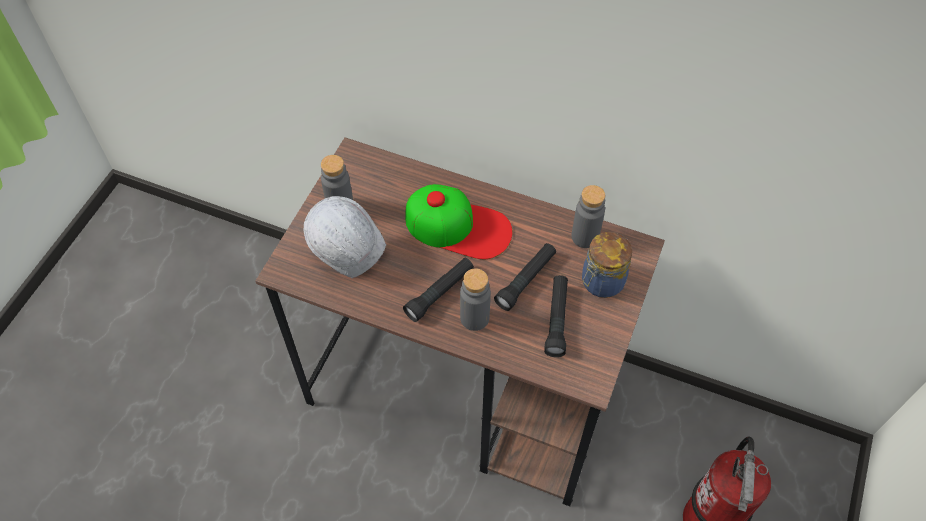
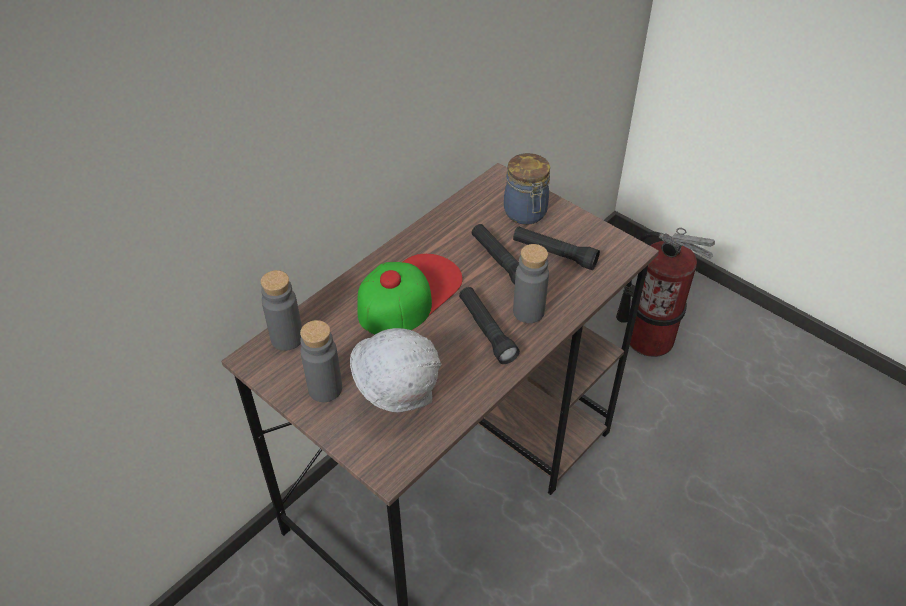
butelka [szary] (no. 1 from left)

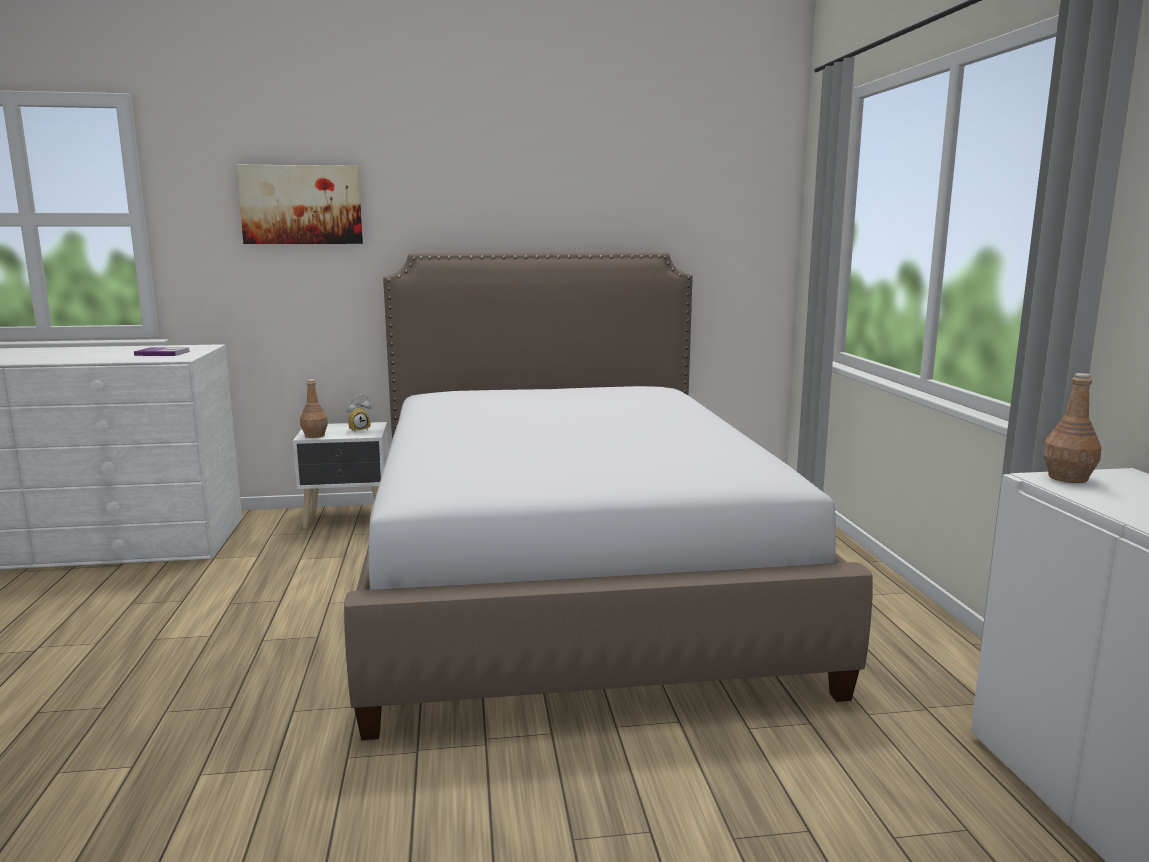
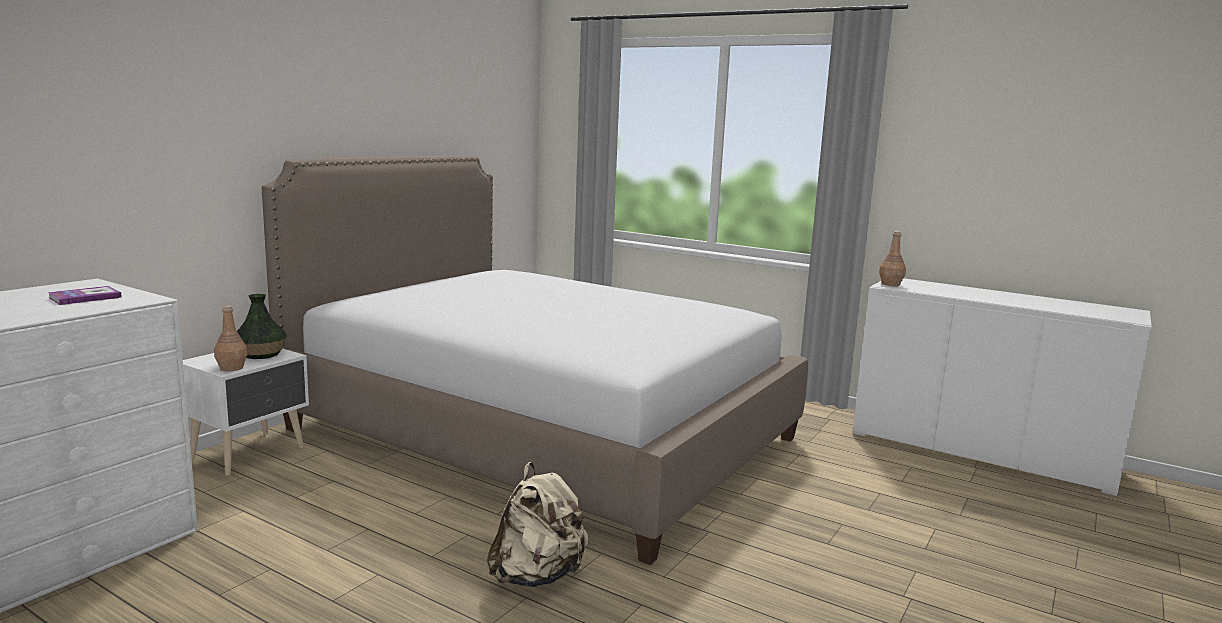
obraz
wazon
plecak [beżowy]

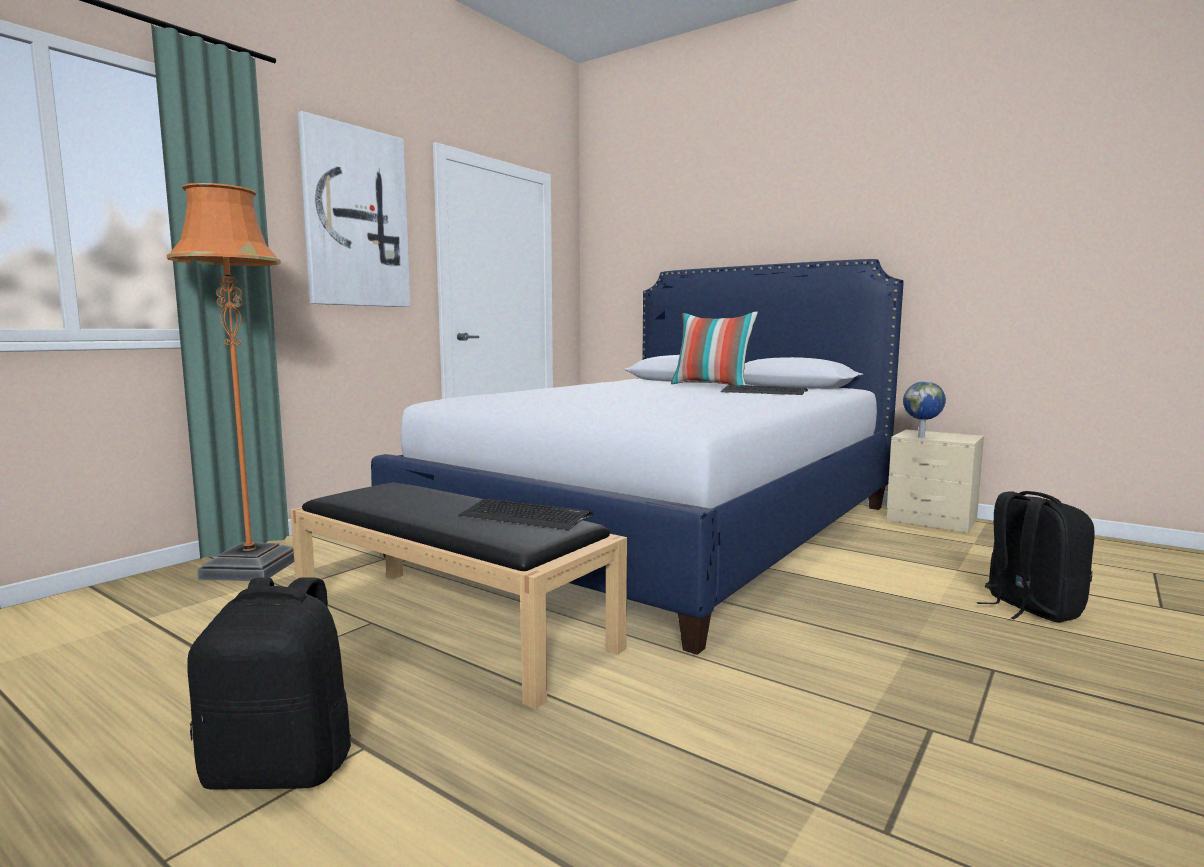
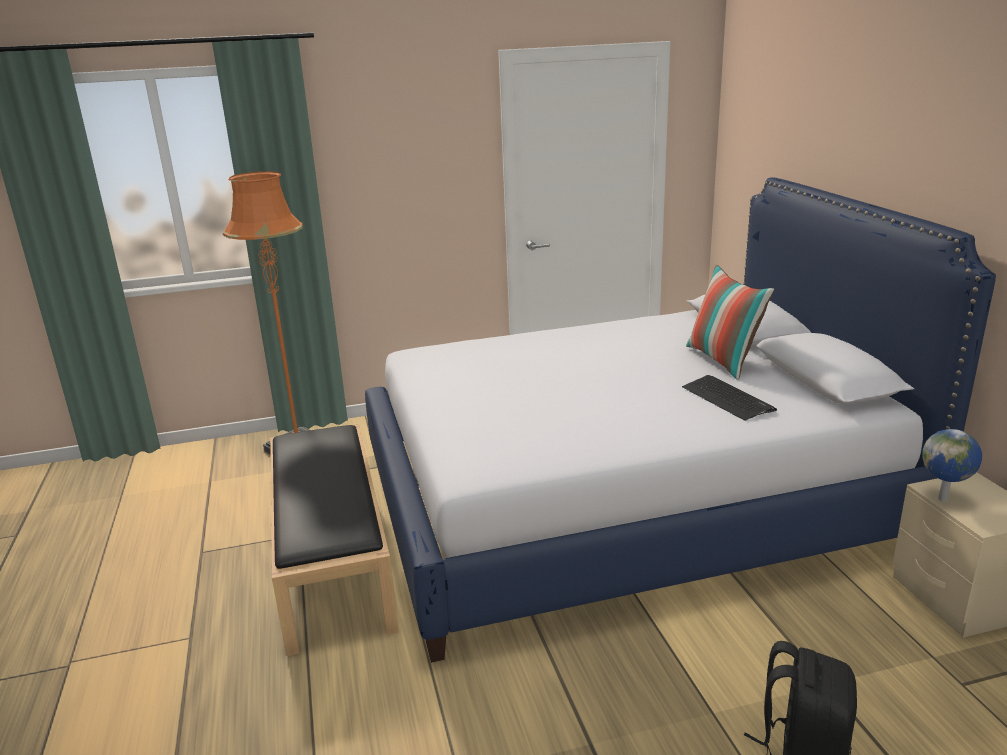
plecak [czarny] (no. 1 from left in the first image)
obraz
klawiatura (no. 1 from left in the first image)

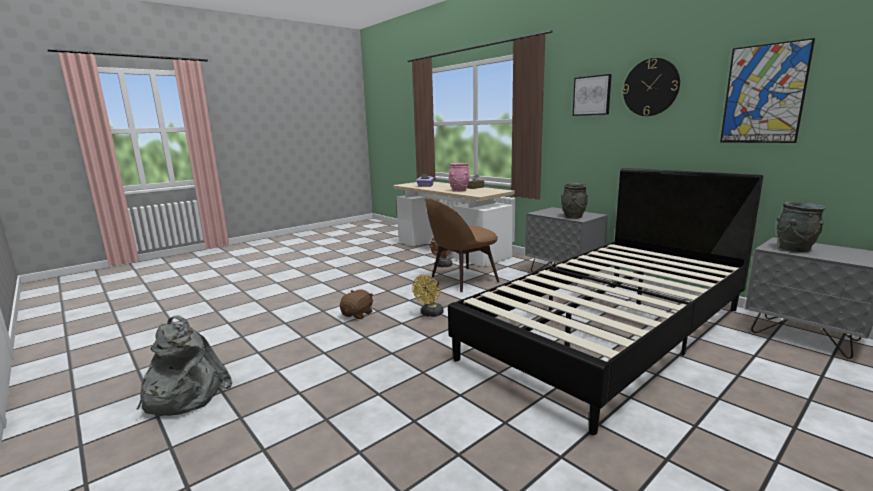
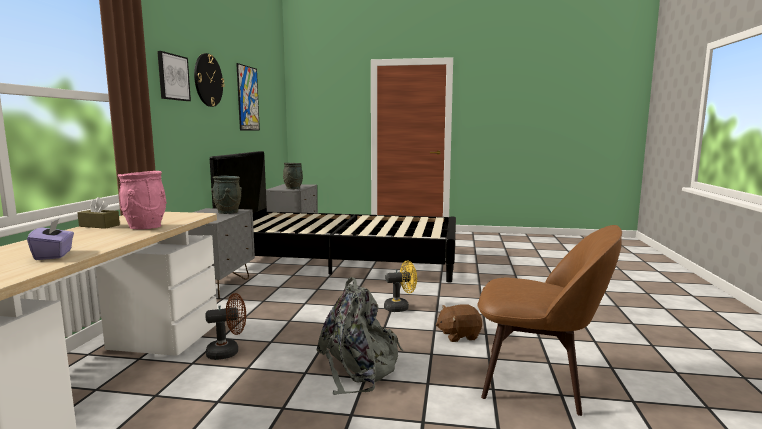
plecak [szary]
krzesło [brązowy]

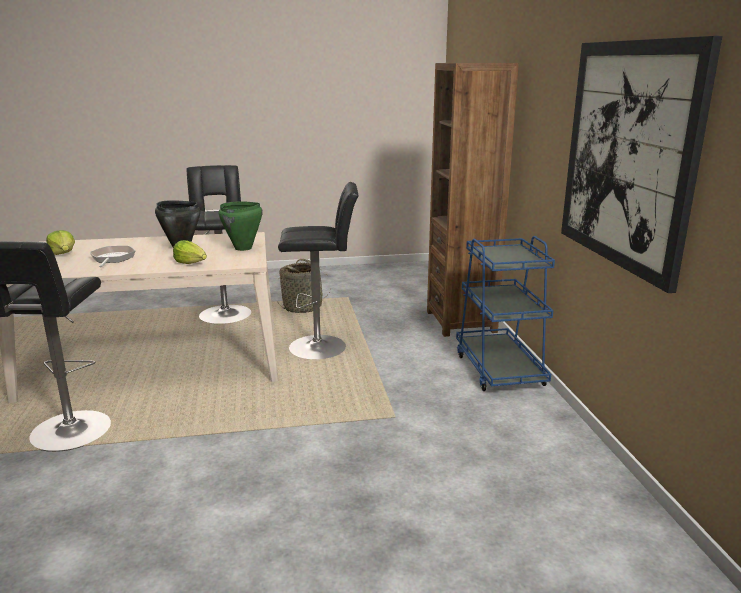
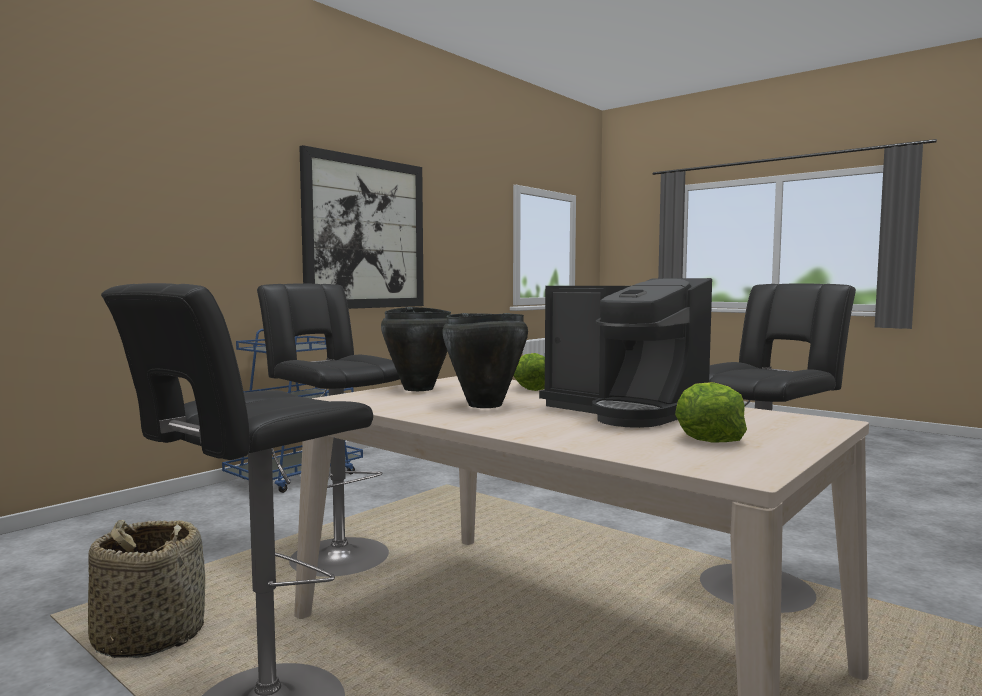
ekspres do kawy
garnek [czarny] (no. 1 from left)
regał [brązowy]

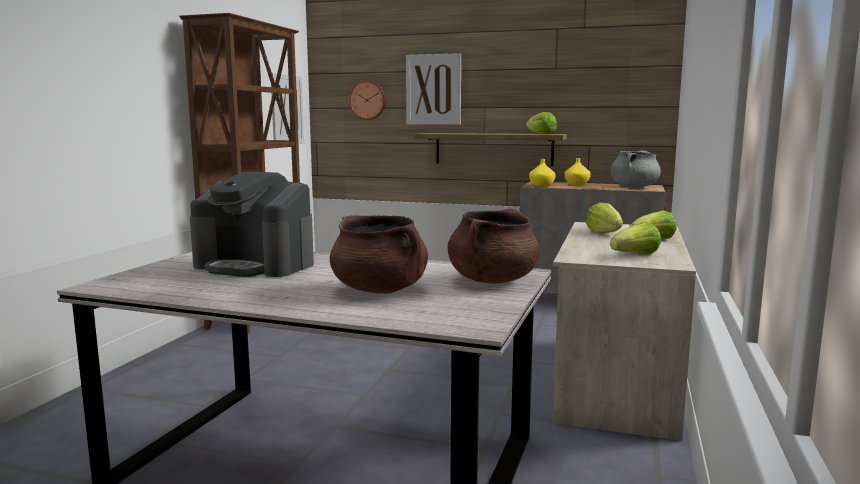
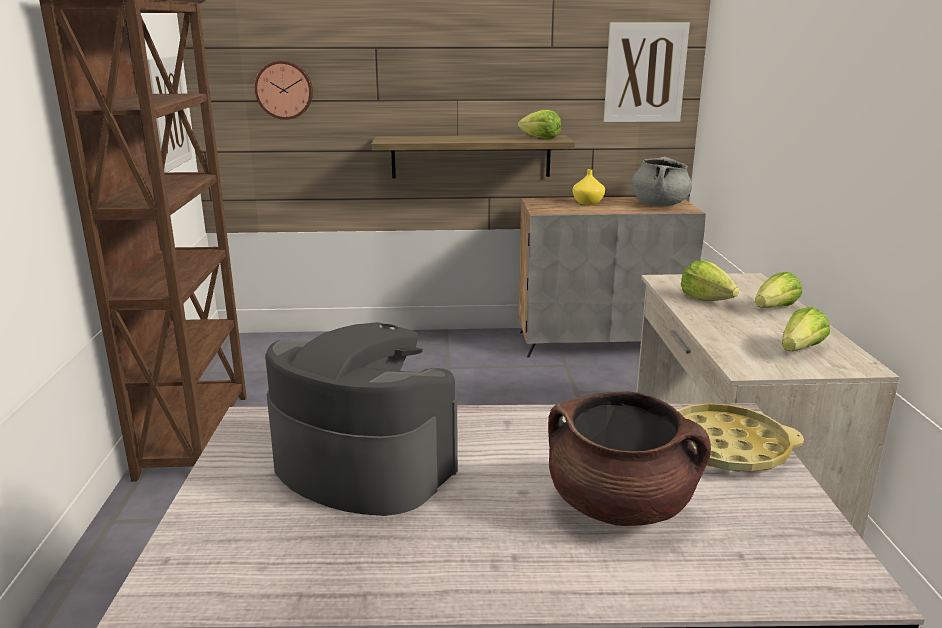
ekspres do kawy
obraz (no. 2 from left)
taca [żółty]
wazon [żółty] (no. 1 from left in the first image)

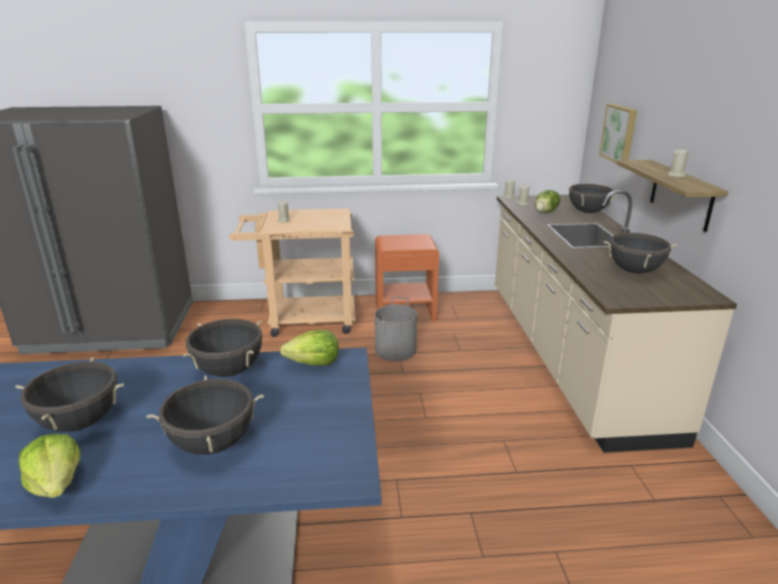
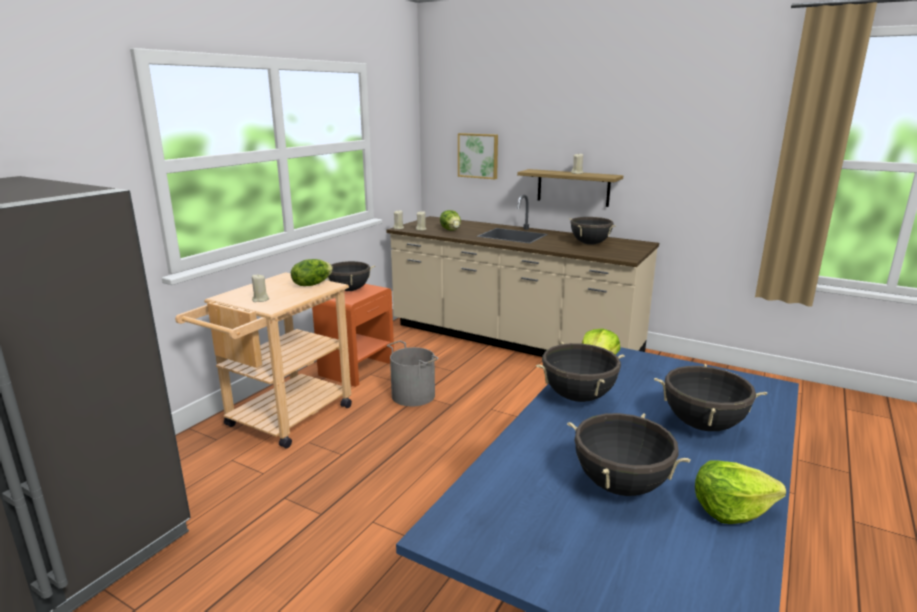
garnek [czarny] (no. 1 from left)
sałata (no. 1 from left)

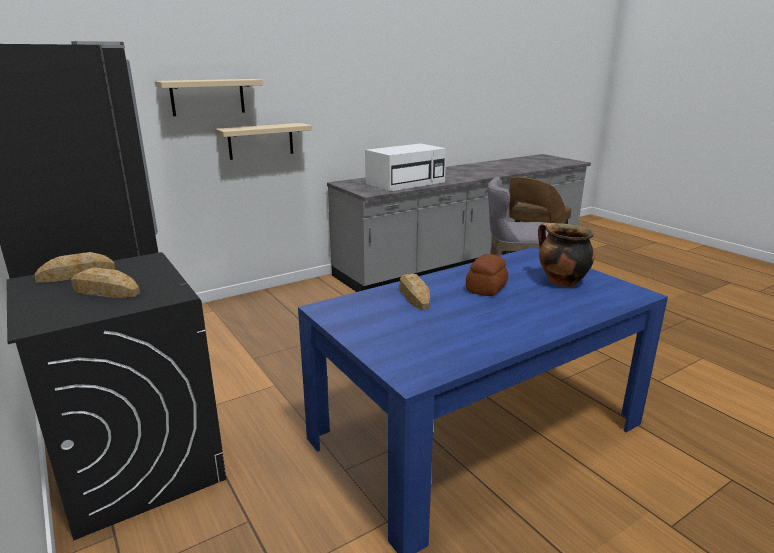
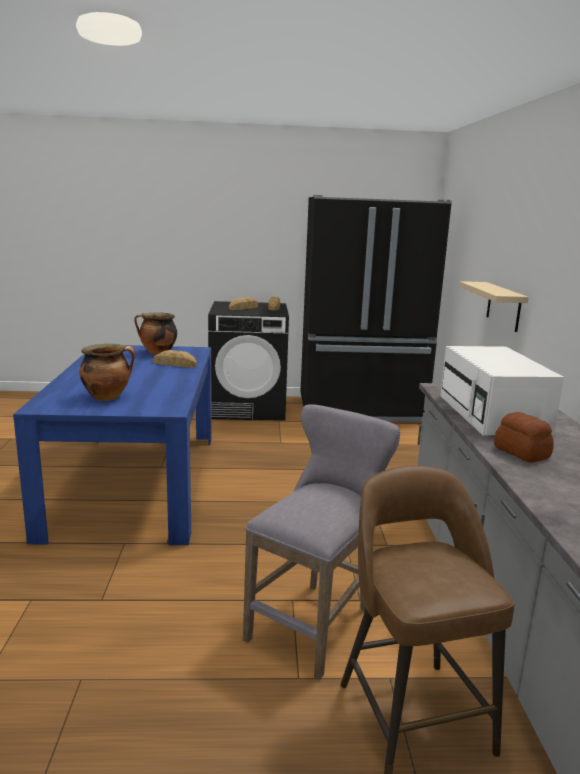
półka [beżowy] (no. 1 from left in the first image)
chleb (no. 4 from left)
garnek (no. 2 from left)

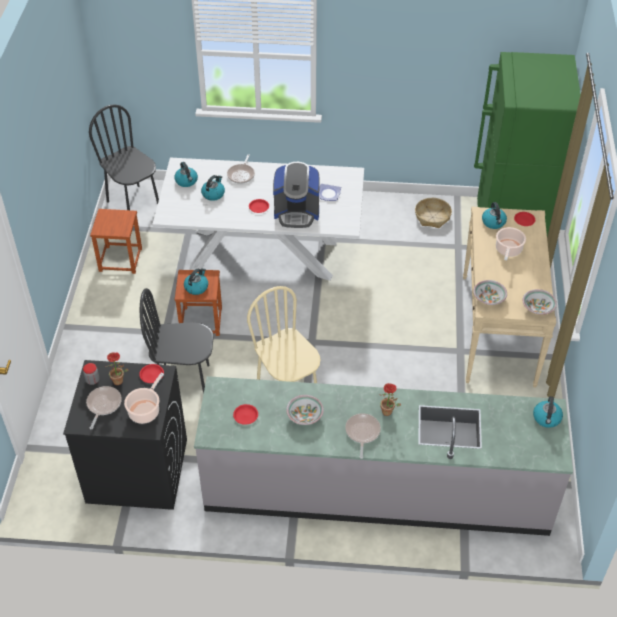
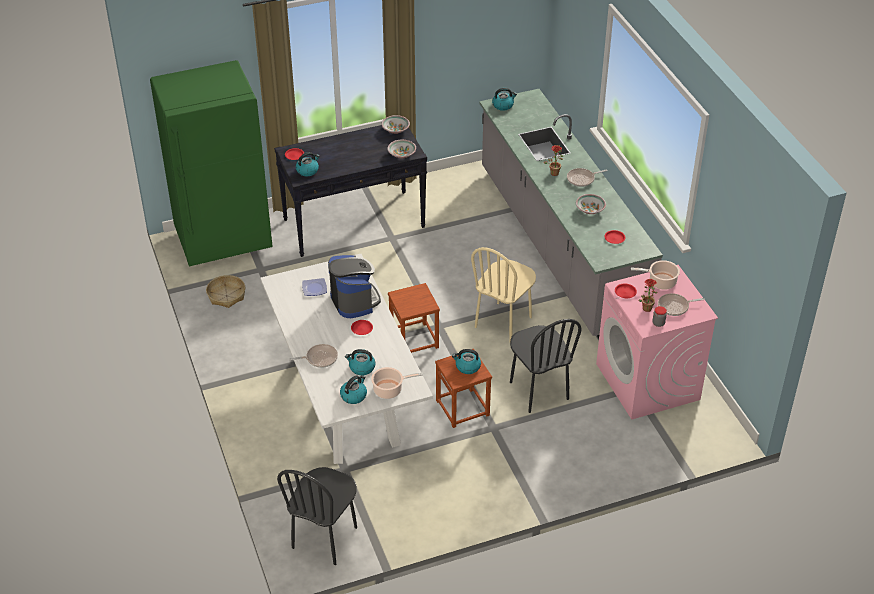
pralka [różowy]
stołek [brązowy] (no. 1 from left)
stolik konsolowy [czarny]
garnek (no. 1 from left)

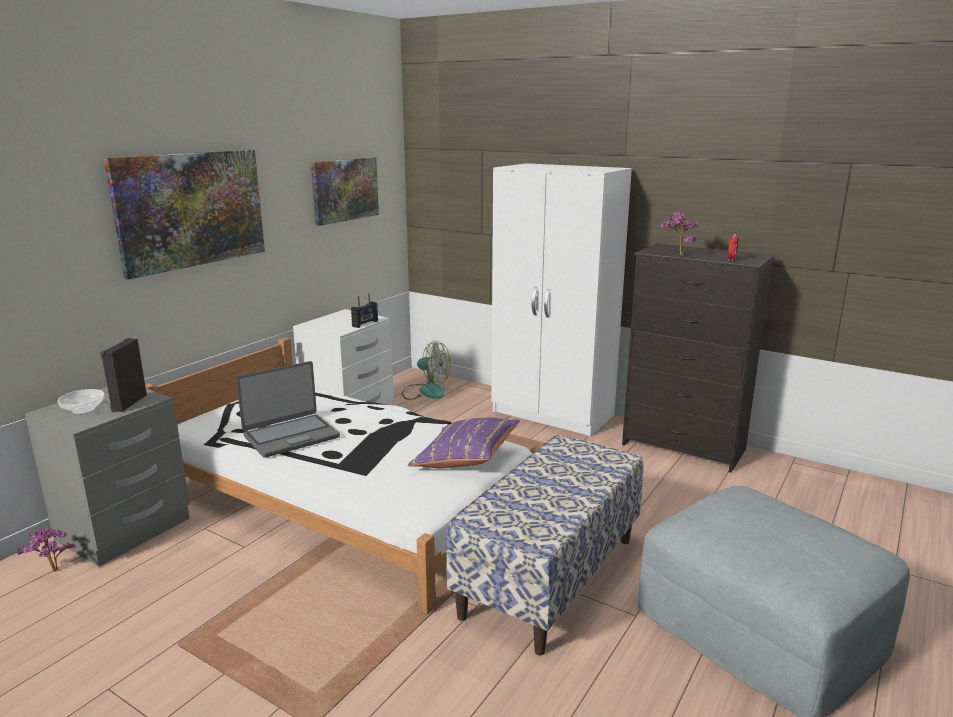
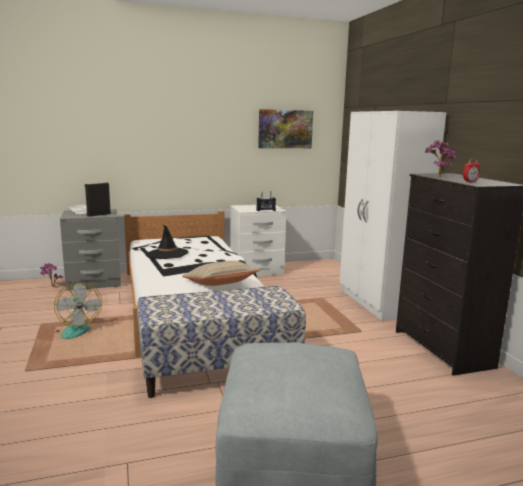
obraz (no. 1 from left in the first image)
kapelusz [czarny]
wentylator
poduszka [beżowy]

